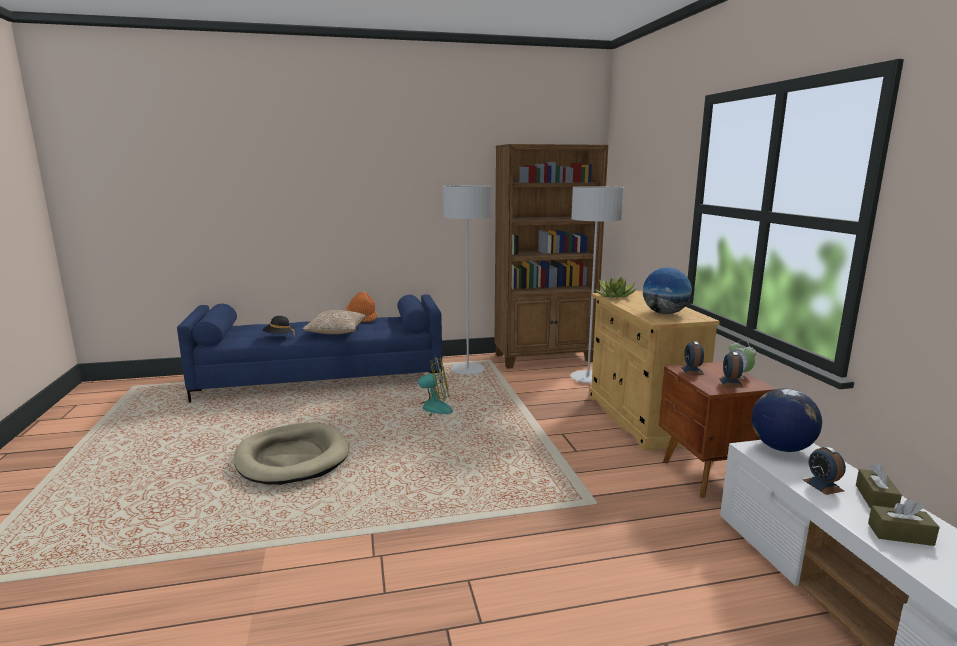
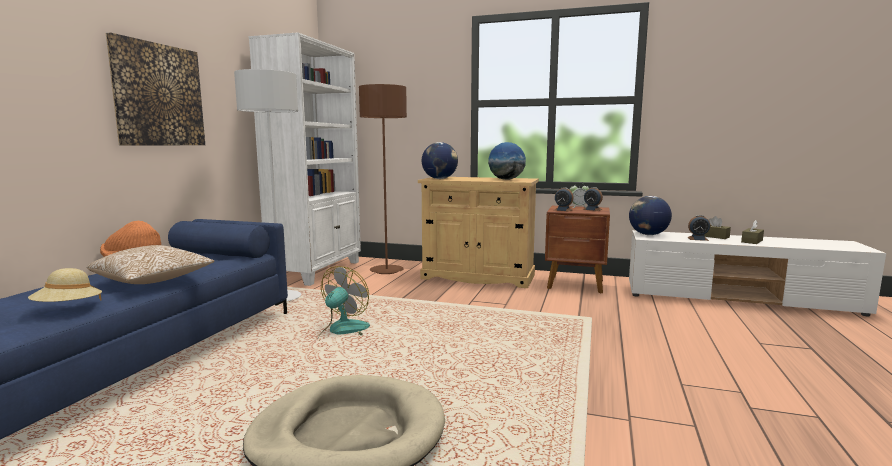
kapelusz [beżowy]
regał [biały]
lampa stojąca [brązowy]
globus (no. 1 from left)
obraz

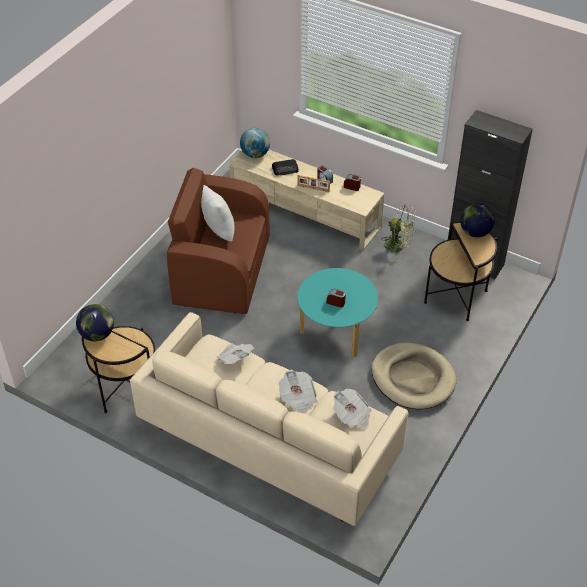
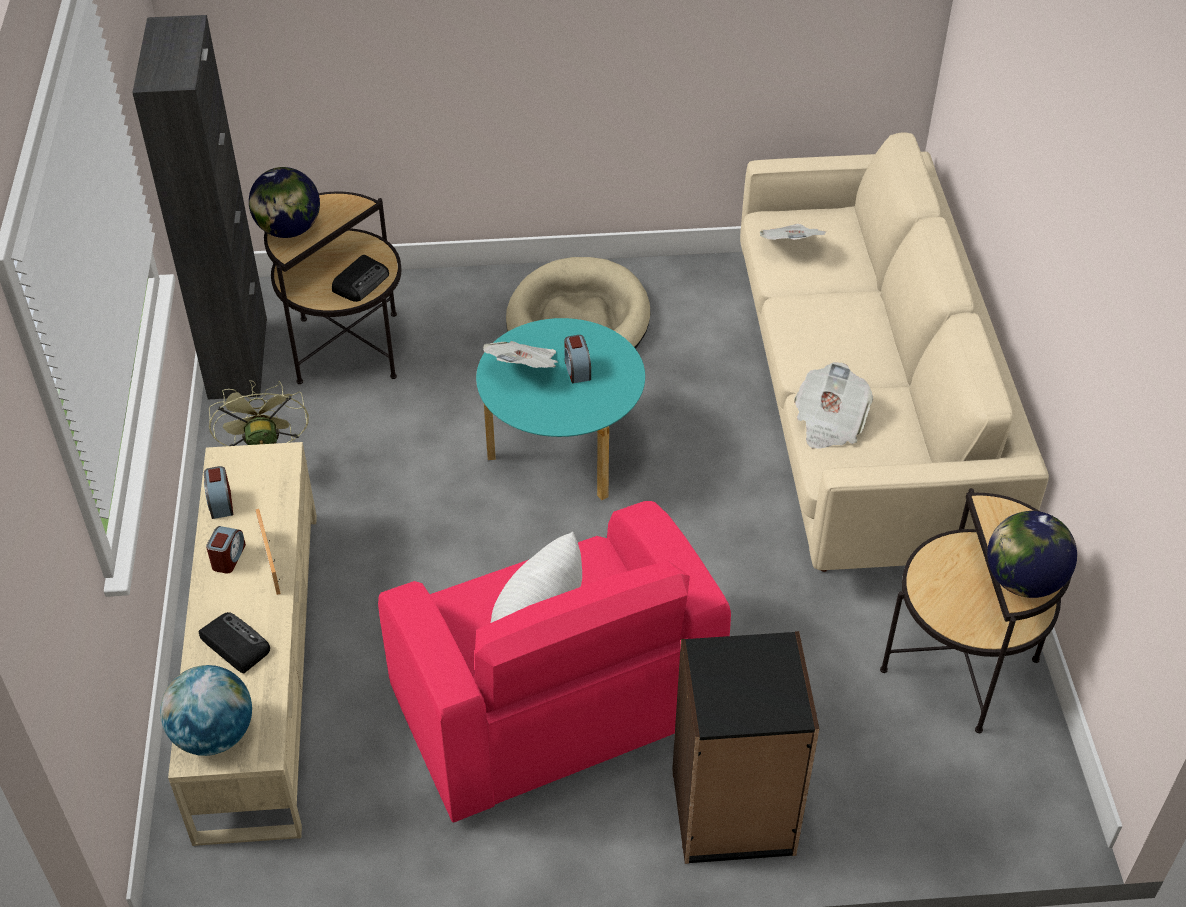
fotel [różowy]
gazeta (no. 1 from left)
radio (no. 2 from left)
regał [czarny]

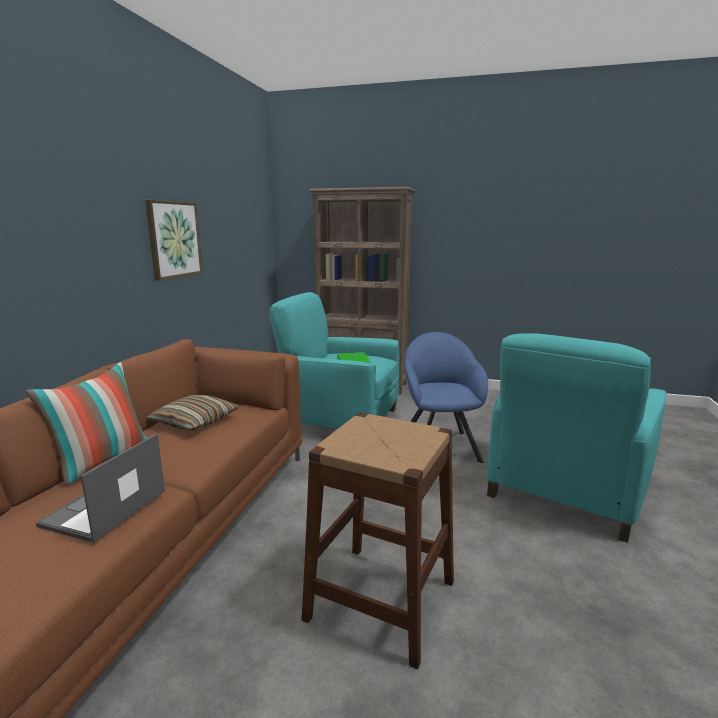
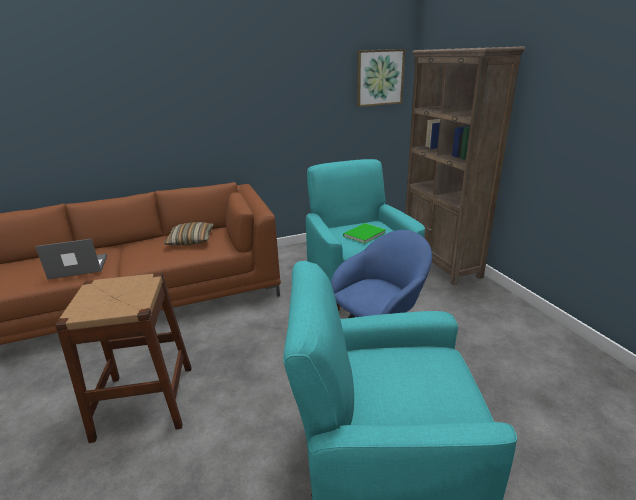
poduszka (no. 1 from left in the first image)
obraz

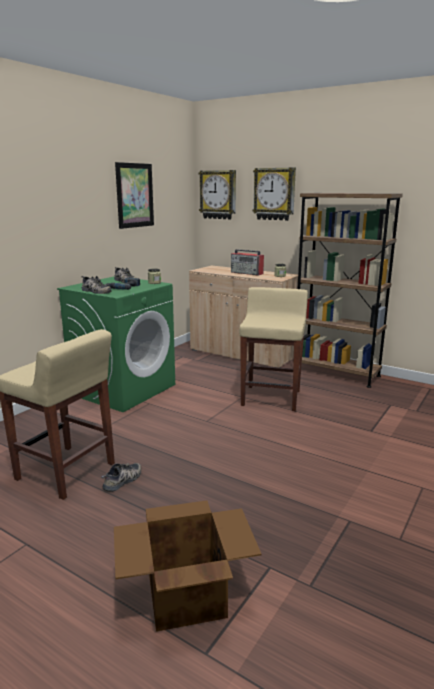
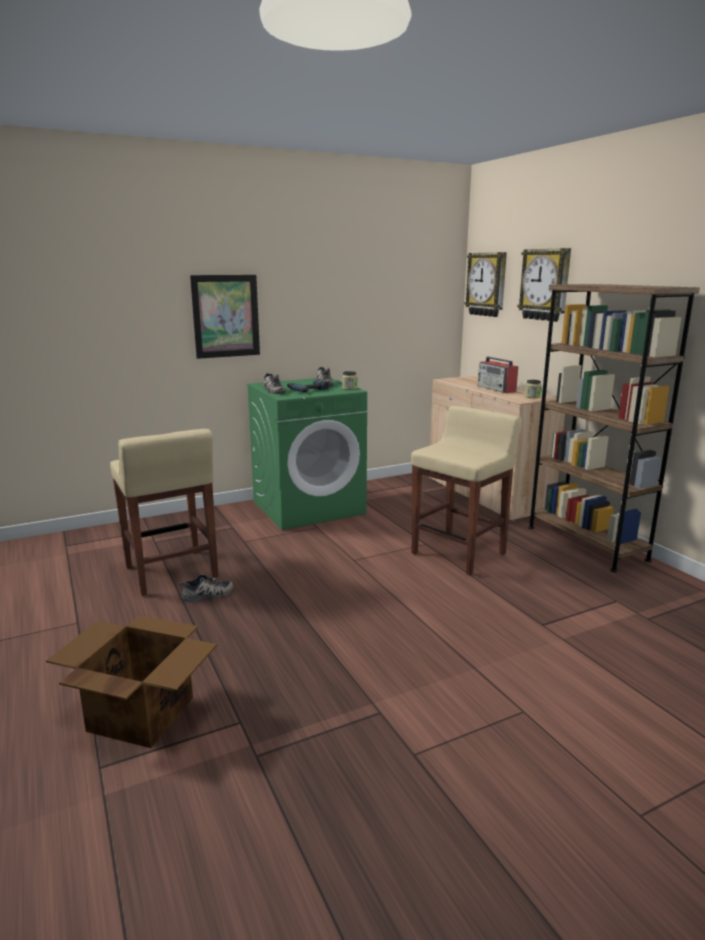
obraz

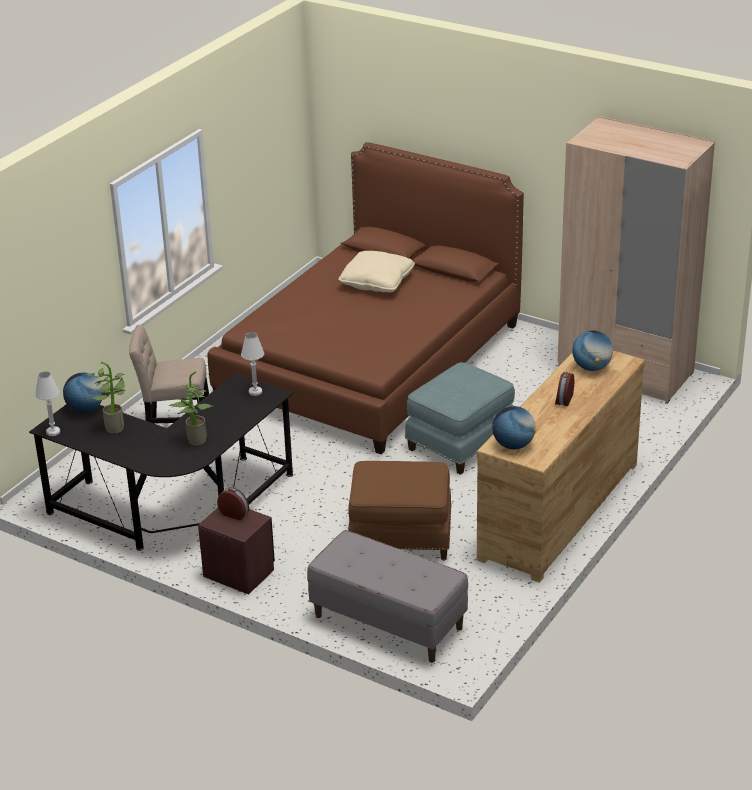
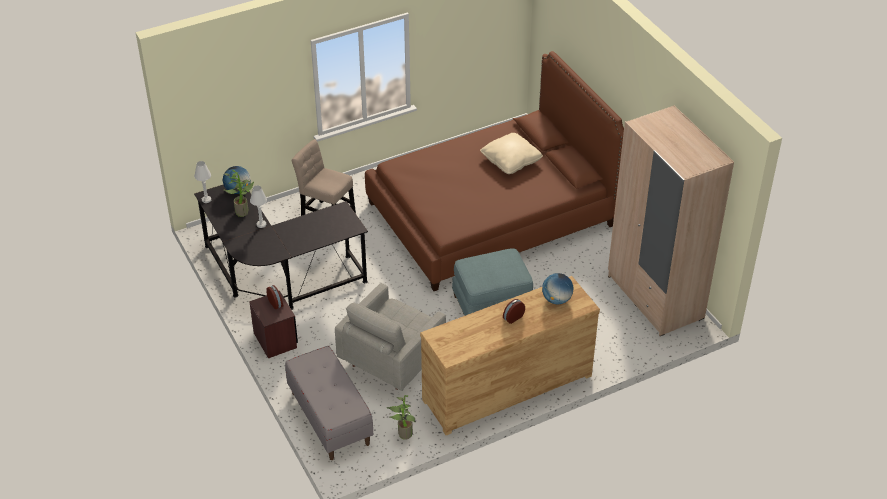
roślina doniczkowa (no. 2 from left)
lampa stołowa [biały] (no. 2 from left)
fotel [szary]
globus (no. 2 from left in the first image)

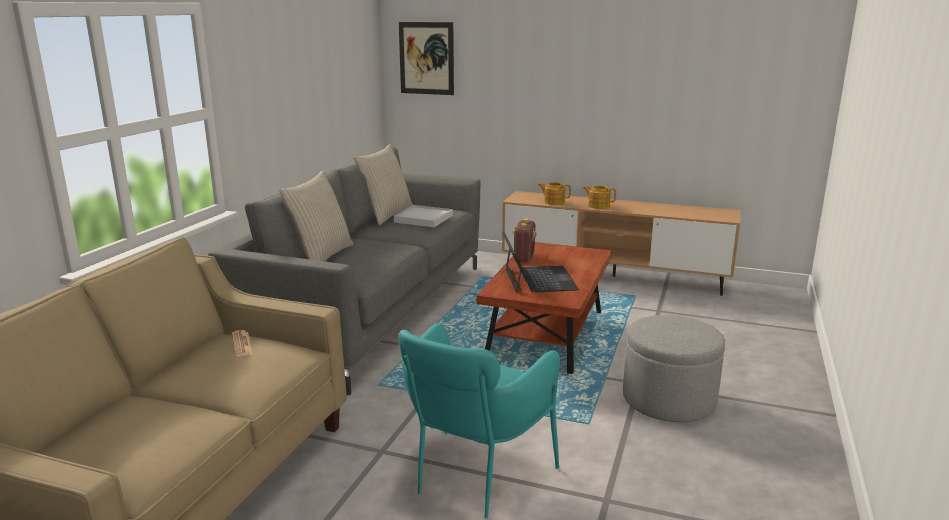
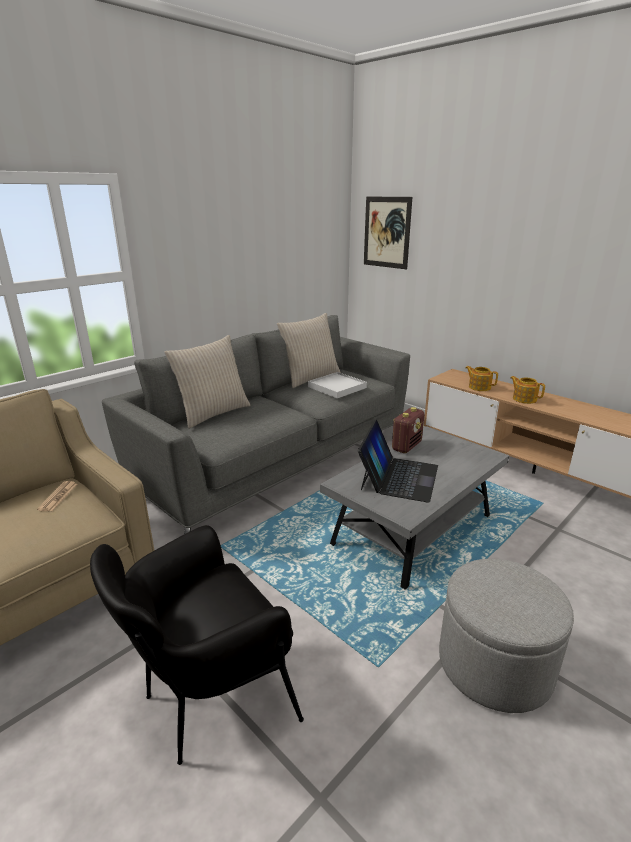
fotel [czarny]
ława [szary]

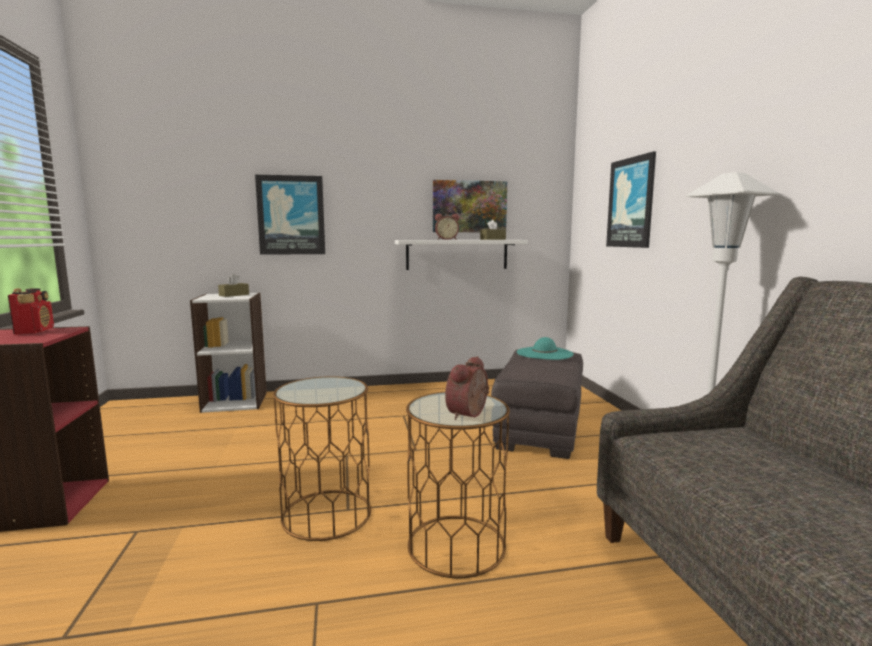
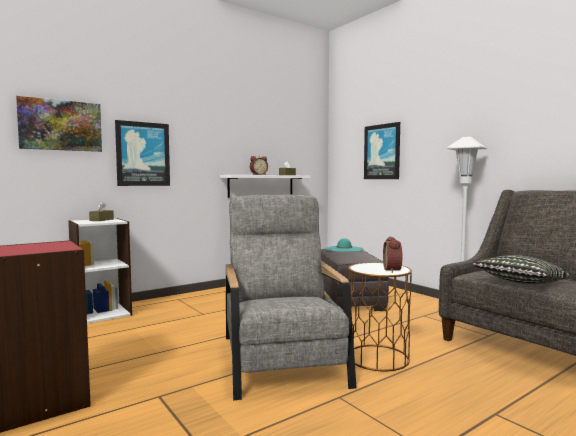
radio
fotel [szary]
obraz (no. 1 from left)
poduszka

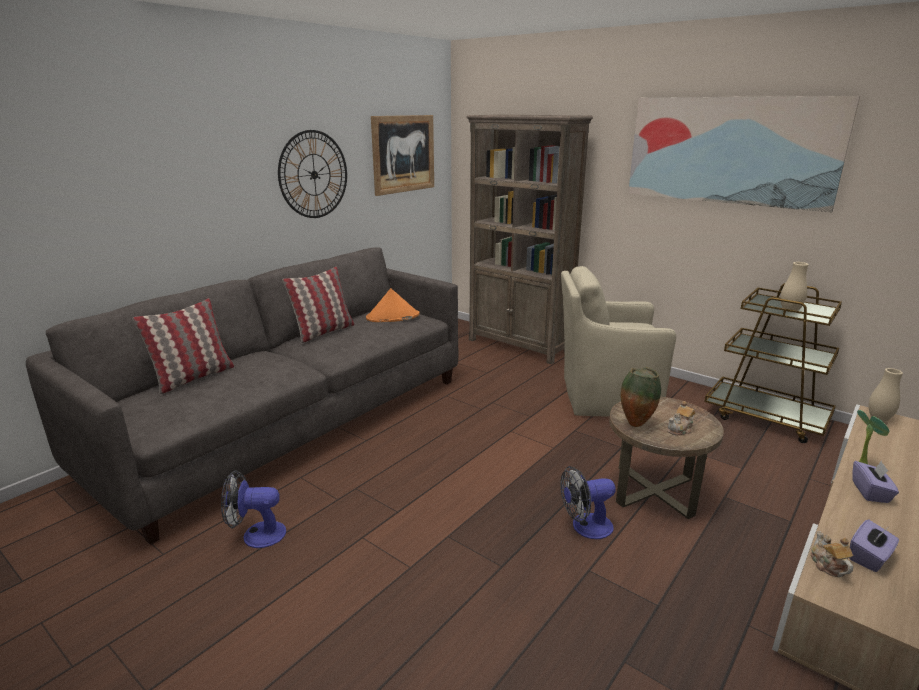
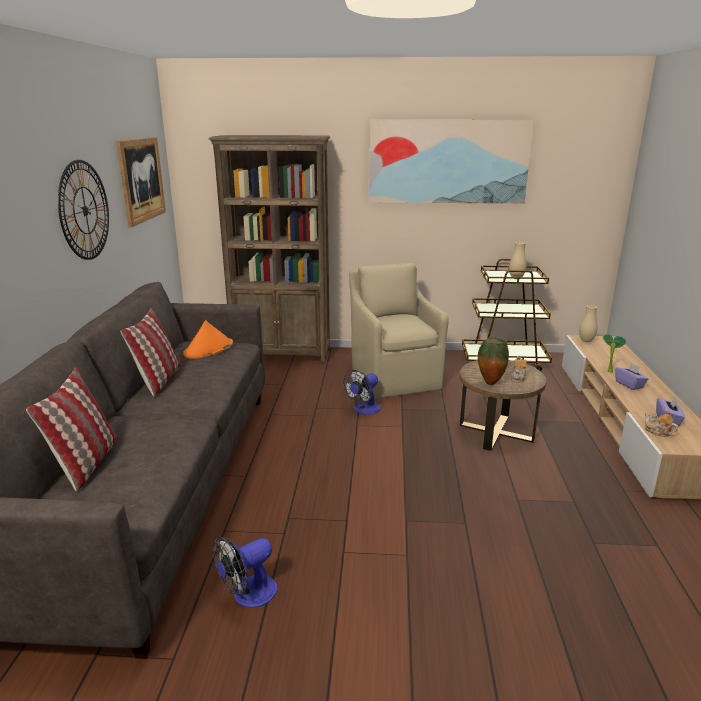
wentylator (no. 2 from left)
fotel [beżowy]

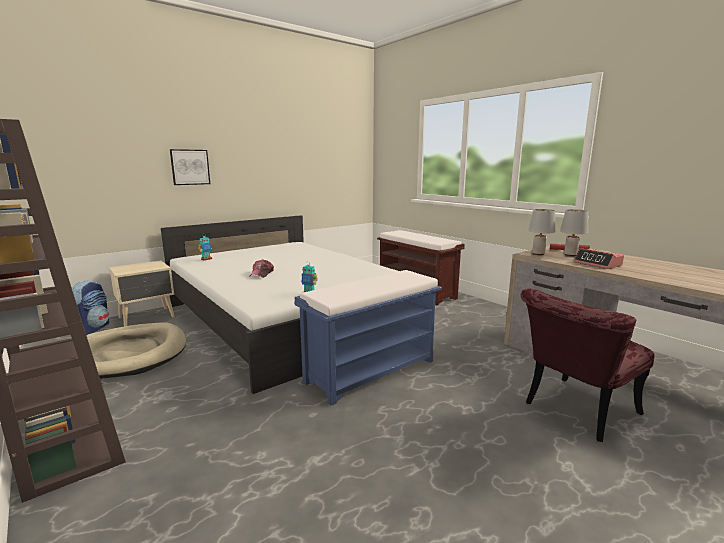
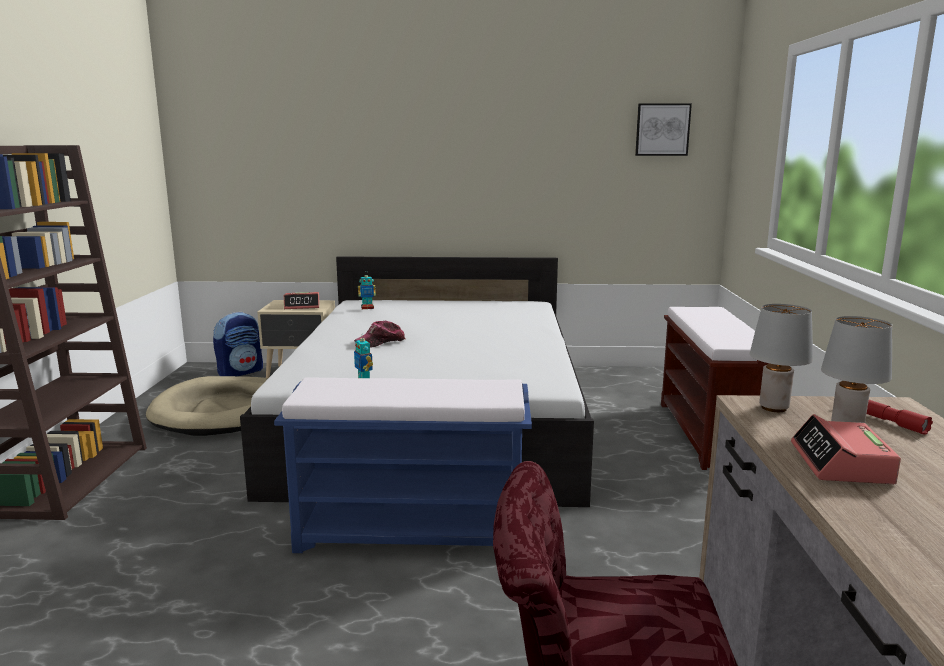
obraz
budzik (no. 1 from left)

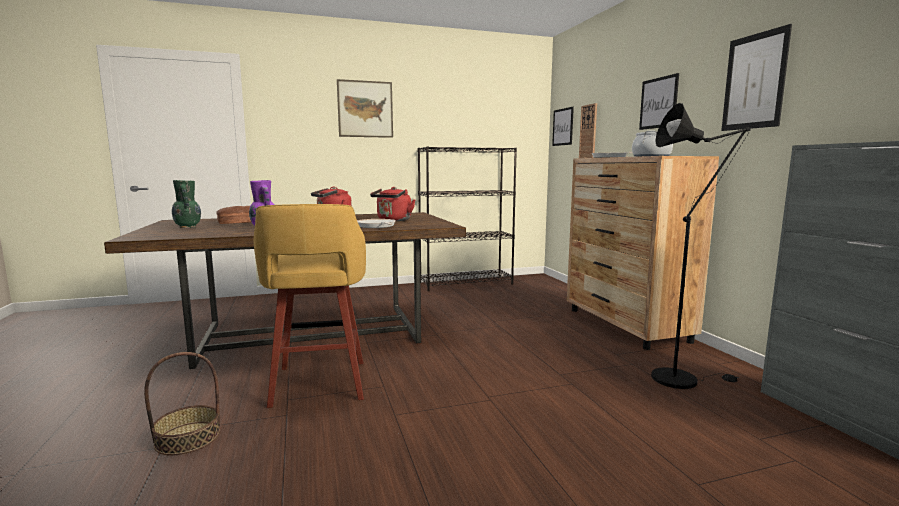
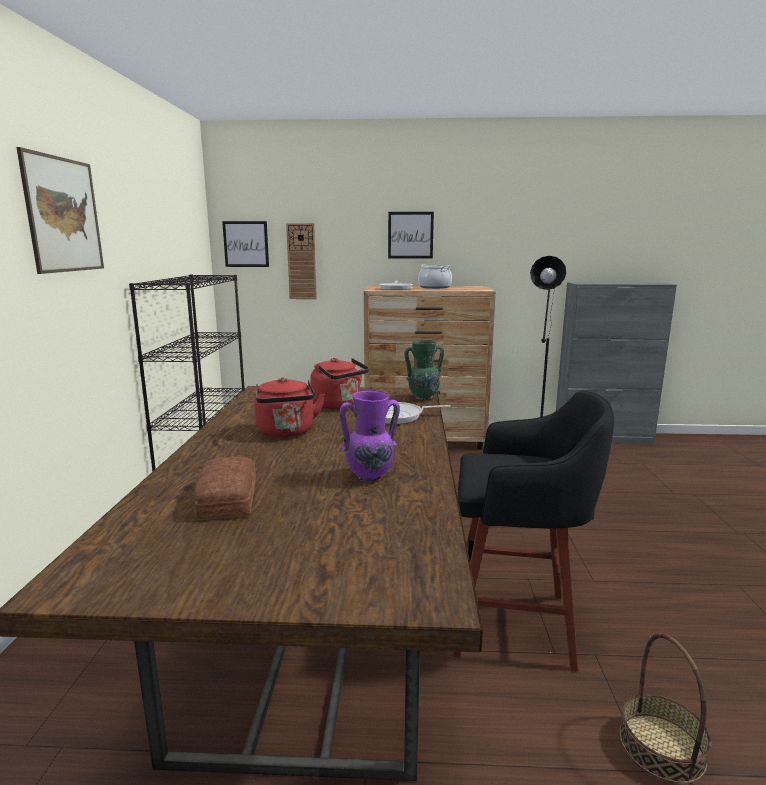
wazon [zielony]
stołek [czarny]
obraz (no. 4 from left in the first image)

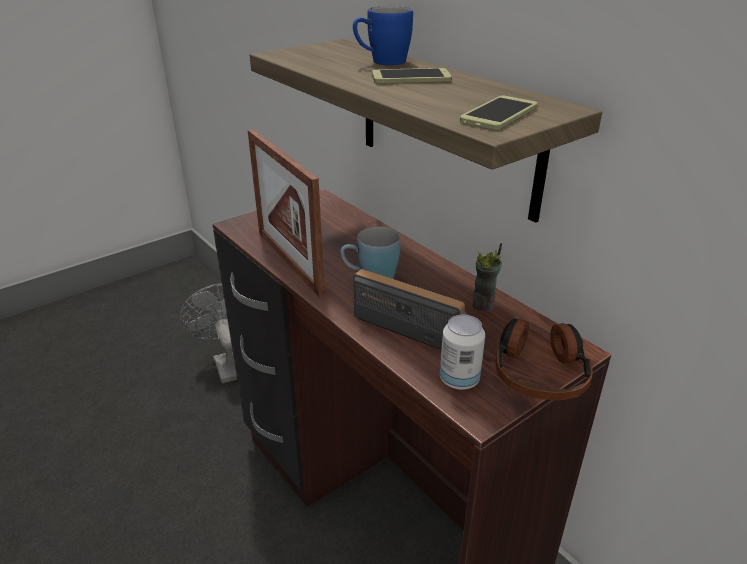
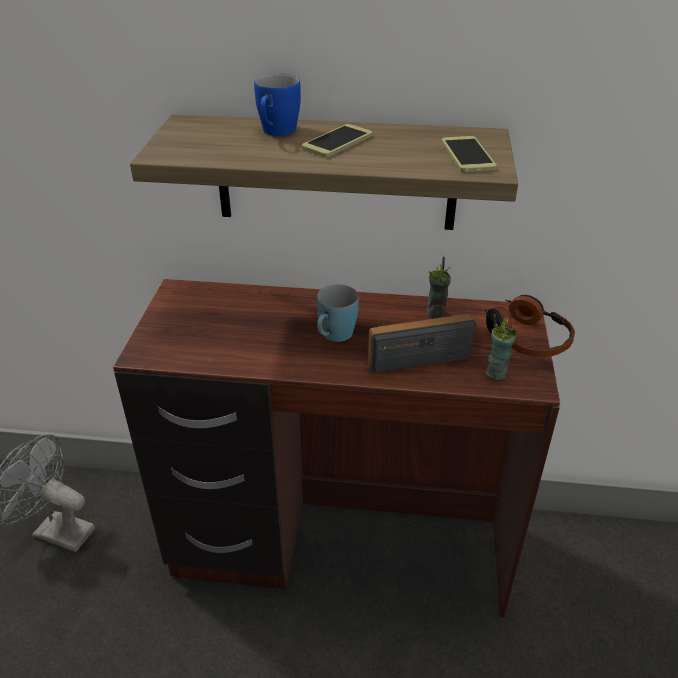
ramka na zdjęcie
filiżanka (no. 2 from left)

